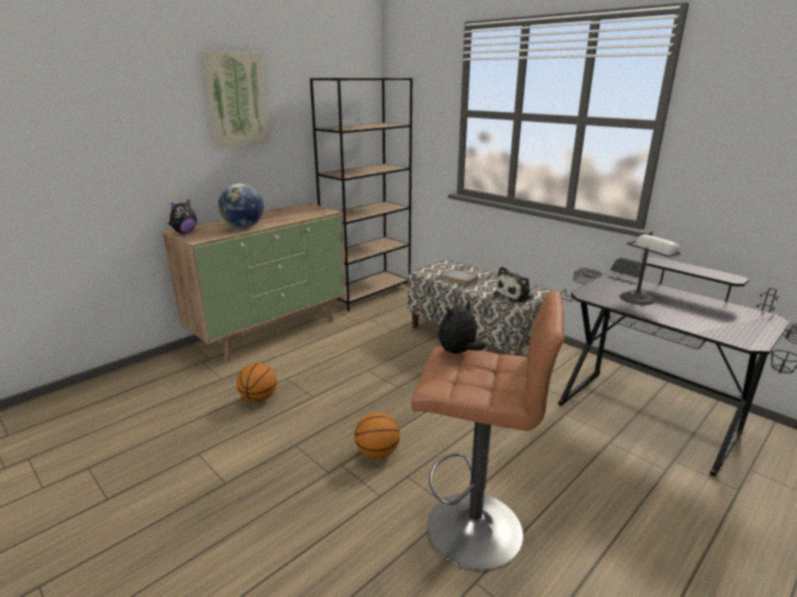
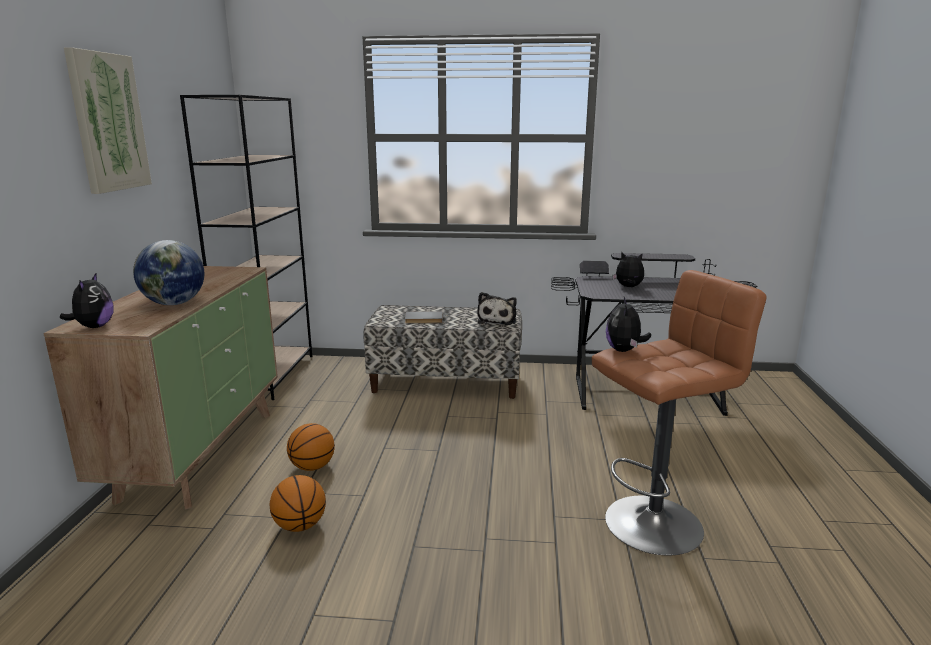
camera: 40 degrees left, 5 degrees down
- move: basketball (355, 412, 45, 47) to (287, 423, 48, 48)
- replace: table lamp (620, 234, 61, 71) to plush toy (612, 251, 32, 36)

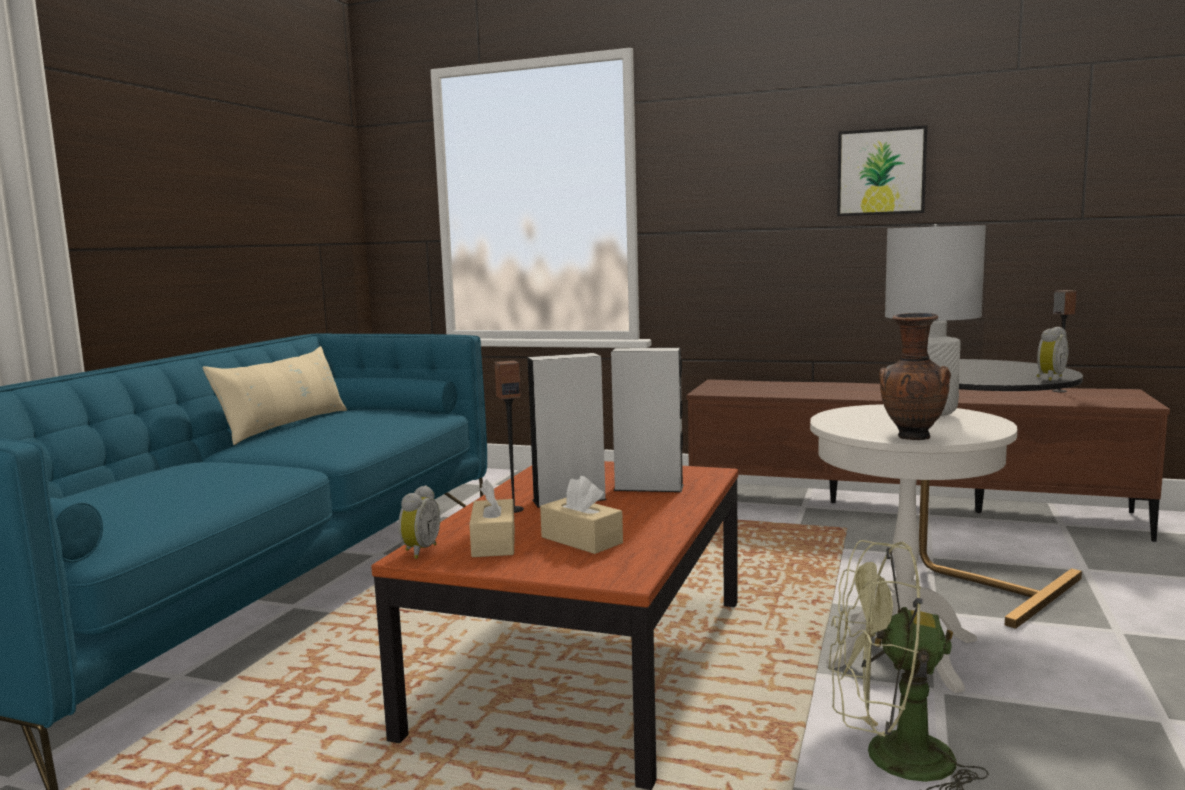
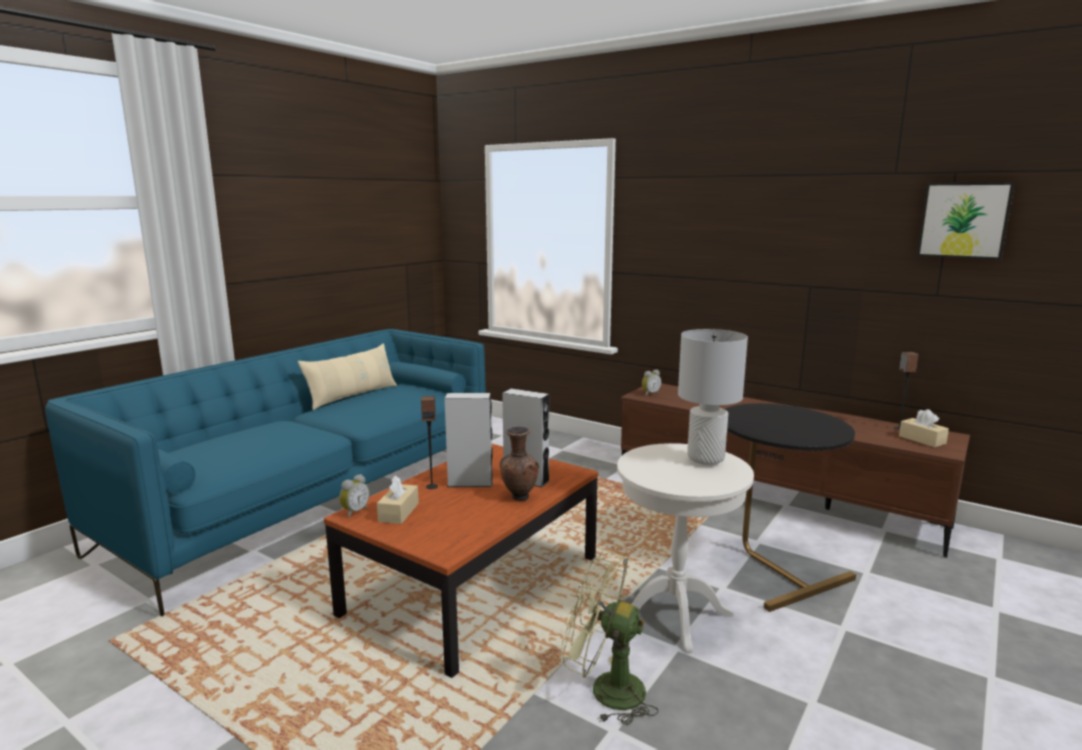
camera: 15 degrees right, 5 degrees up
- move: brown vase (879, 313, 72, 127) to (500, 426, 39, 75)
- move: alarm clock (1037, 327, 32, 54) to (642, 370, 20, 26)
- move: beige tissue box (540, 476, 83, 78) to (899, 409, 50, 38)
- move: picture (837, 125, 90, 91) to (917, 182, 98, 78)

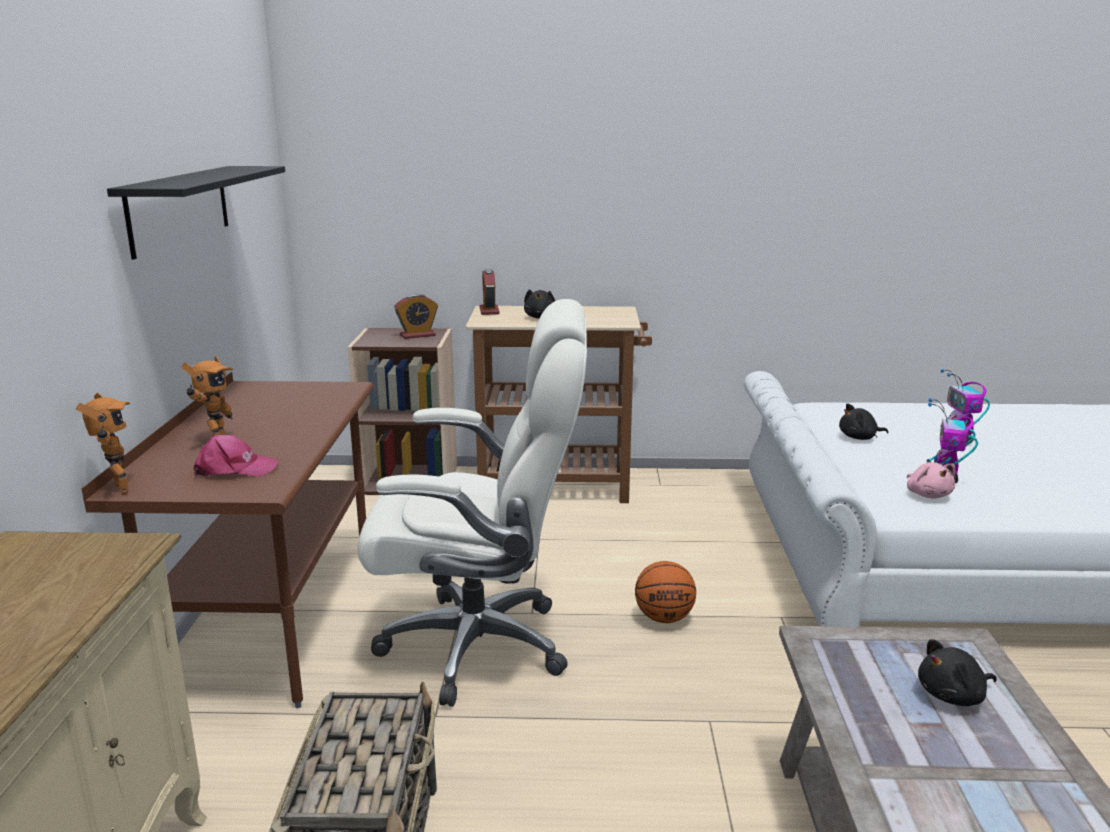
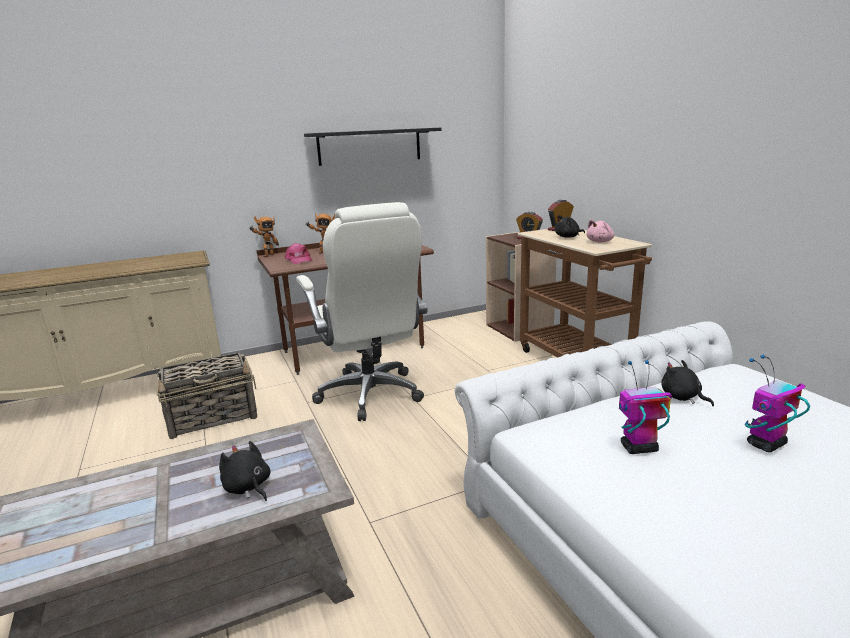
camera: 65 degrees right, 0 degrees up
- move: pink plush toy (907, 462, 48, 37) to (587, 219, 27, 23)
- delete: basketball (635, 561, 61, 62)

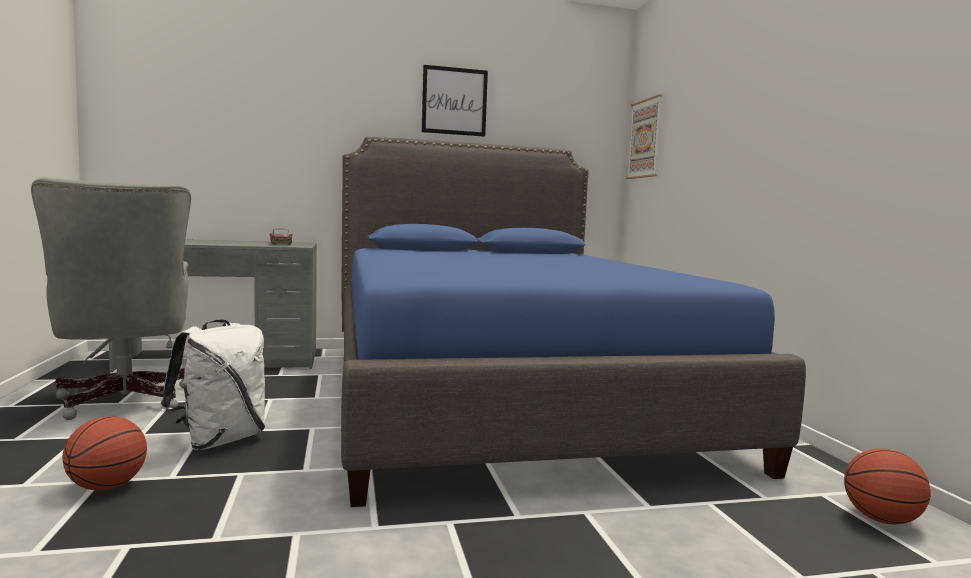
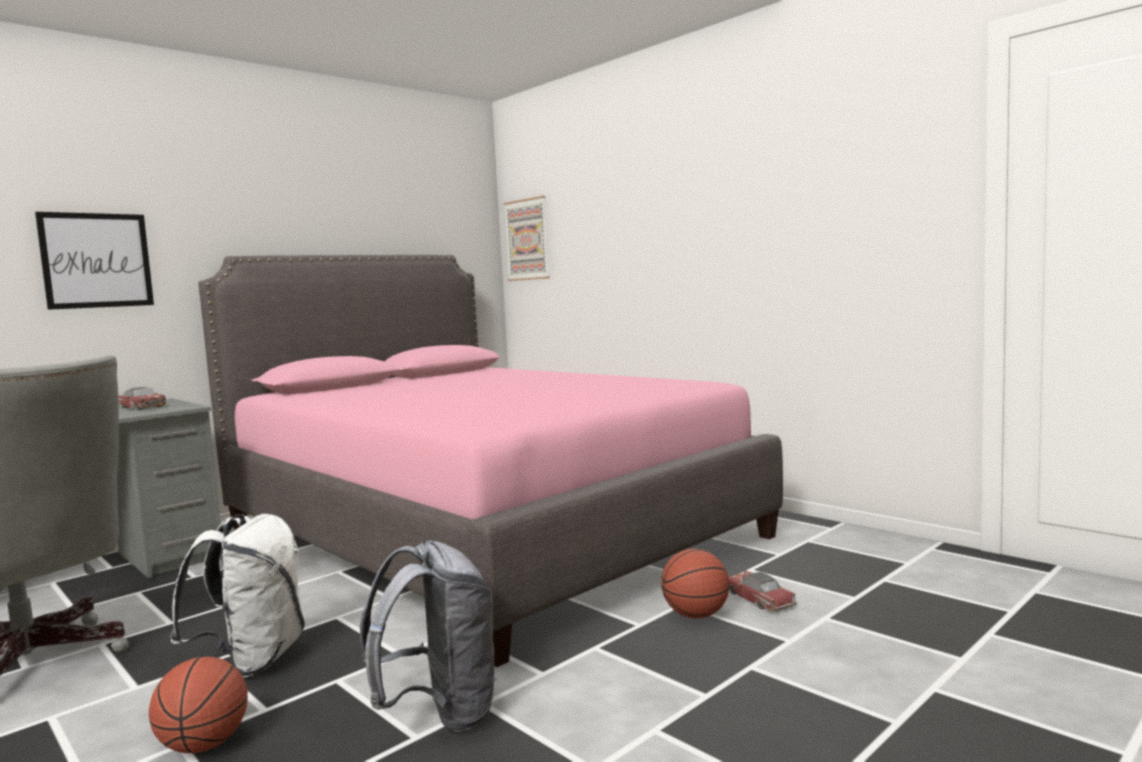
camera: 30 degrees left, 0 degrees up
- move: picture (422, 65, 66, 72) to (35, 212, 119, 98)
- recolor: blue bed (341, 137, 465, 370) to pink bed (198, 255, 585, 412)
- insert: grey backpack (360, 541, 138, 191)
- move: basketball (844, 448, 87, 76) to (661, 549, 68, 70)
- insert: toy car (728, 570, 69, 42)

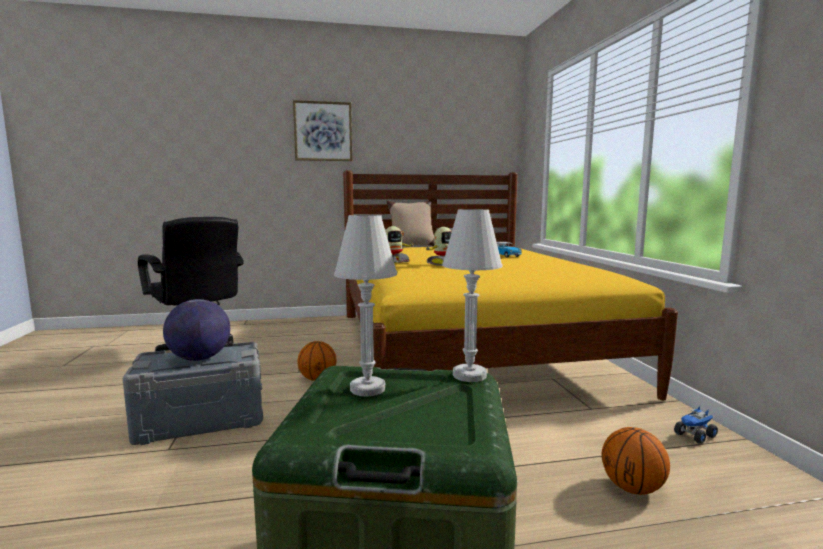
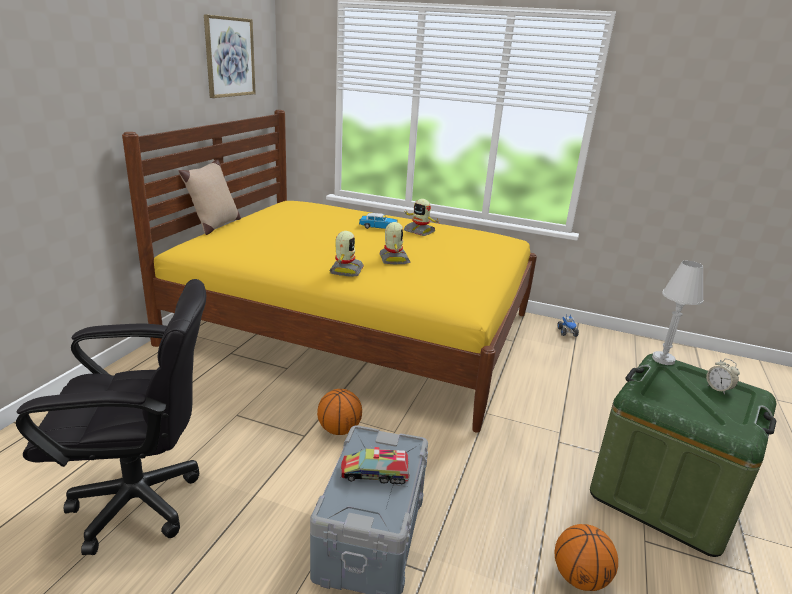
camera: 60 degrees left, 15 degrees up
- move: picture (293, 100, 59, 61) to (204, 14, 52, 84)
- replace: globe (163, 299, 67, 62) to toy truck (340, 447, 70, 38)
- insert: toy robot (404, 199, 37, 37)
- move: basketball (602, 427, 68, 68) to (554, 524, 64, 67)
- insert: alarm clock (706, 358, 34, 37)
- delete: white table lamp (334, 215, 63, 181)

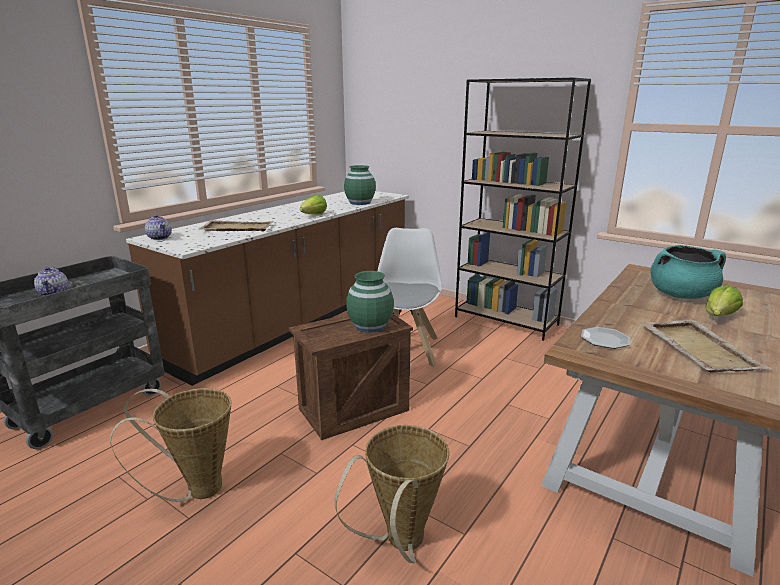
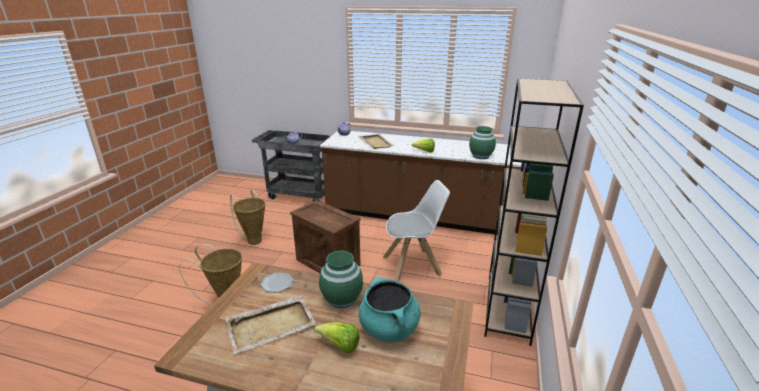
camera: 70 degrees right, 5 degrees up
- move: green vase (346, 271, 48, 62) to (319, 251, 44, 57)

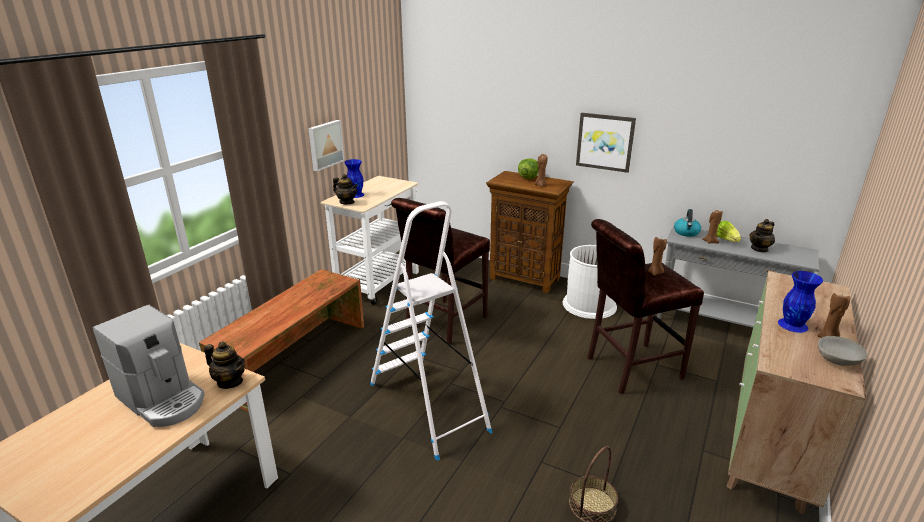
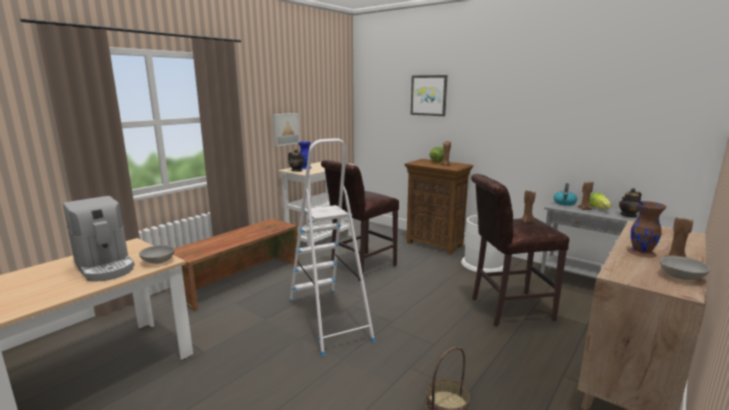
camera: 10 degrees right, 10 degrees down
- replace: teapot (204, 342, 41, 47) to grey bowl (139, 245, 36, 19)
- move: picture (576, 113, 60, 60) to (411, 75, 36, 41)
- recolor: blue vase (778, 271, 45, 62) to brown vase (627, 201, 40, 57)

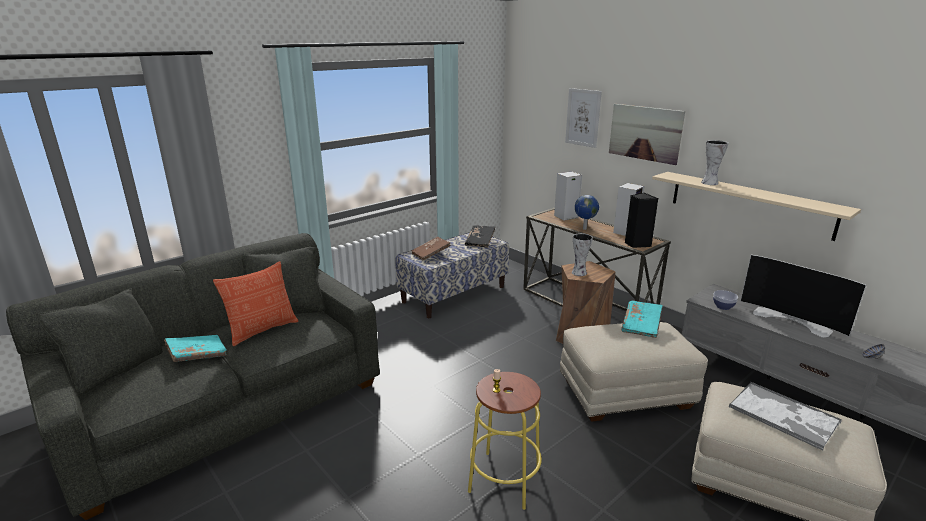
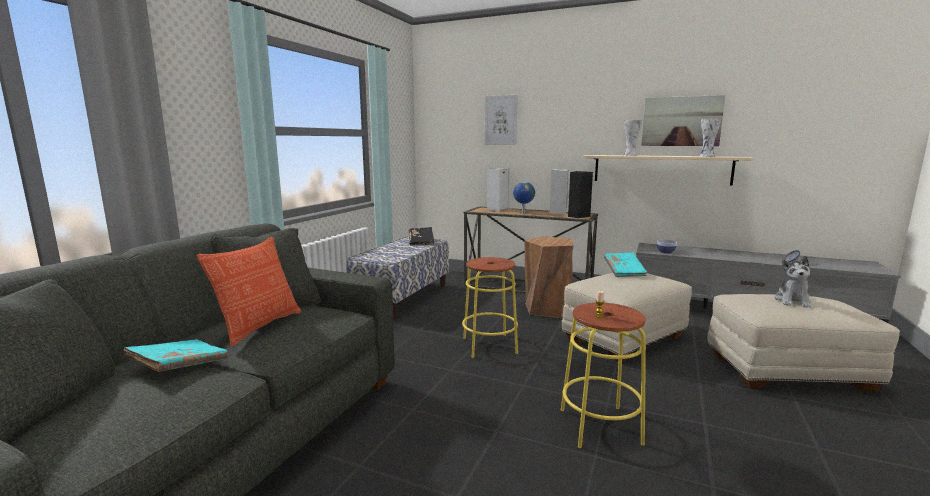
camera: 25 degrees left, 10 degrees down
- insert: yellow stool (462, 257, 56, 101)
- move: picture (609, 104, 76, 61) to (641, 95, 84, 51)
- move: vase (572, 233, 21, 43) to (700, 119, 21, 38)
- replace: tray (729, 381, 113, 70) to plush toy (775, 256, 36, 52)
- delete: brown book (412, 237, 39, 24)
- delete: television (740, 255, 126, 83)

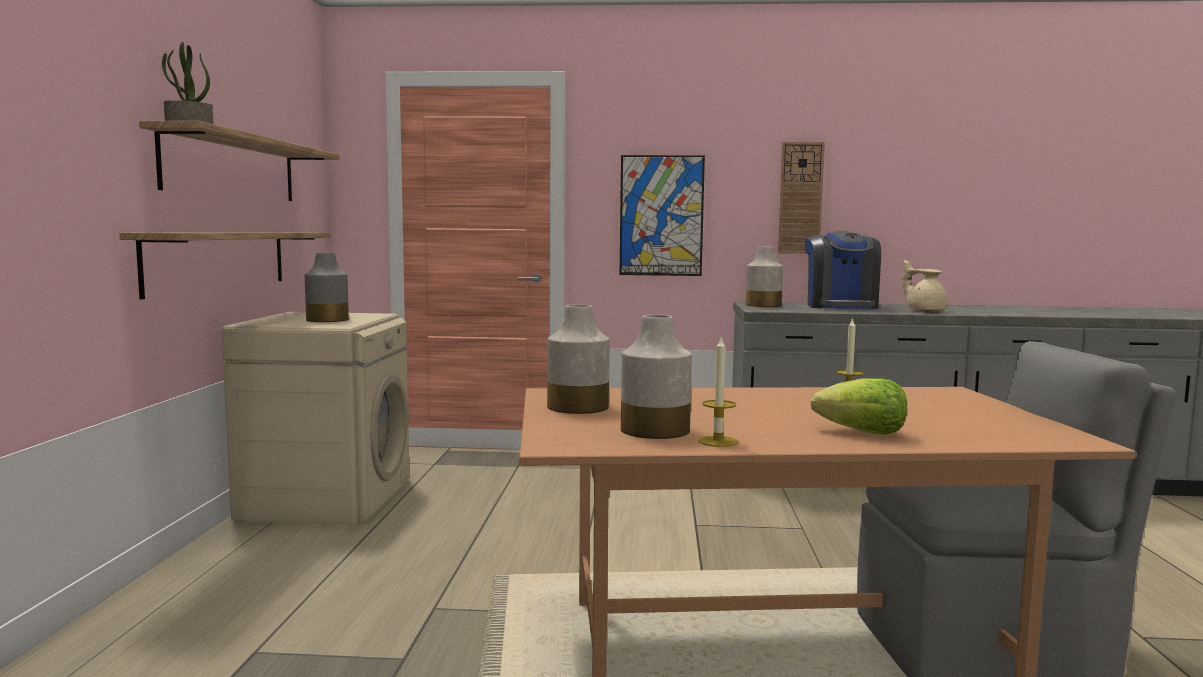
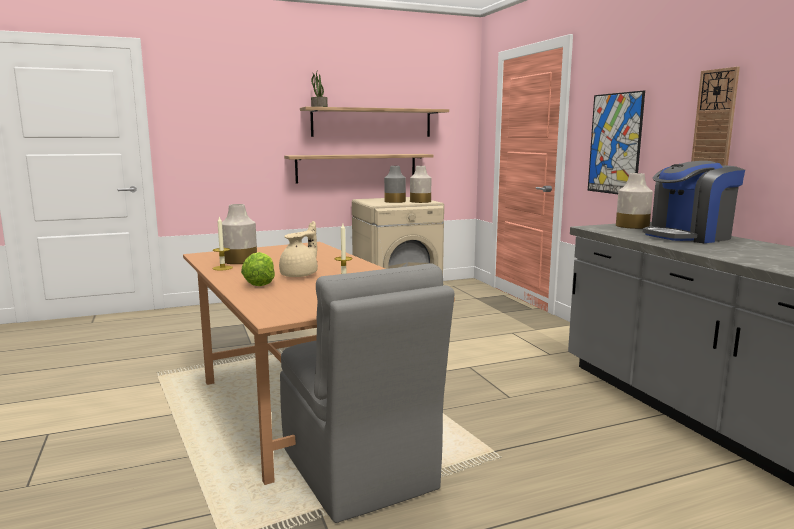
camera: 65 degrees right, 5 degrees up
- move: beige teapot (902, 260, 46, 52) to (279, 221, 39, 56)
- move: beige vase (547, 304, 62, 110) to (410, 166, 21, 37)

